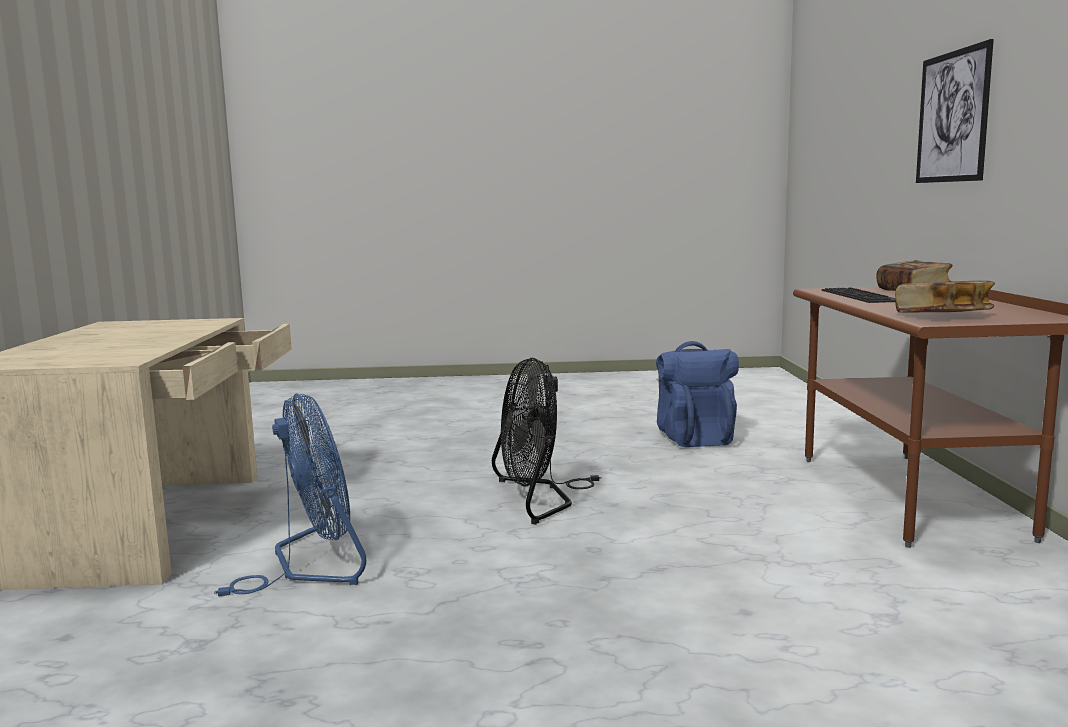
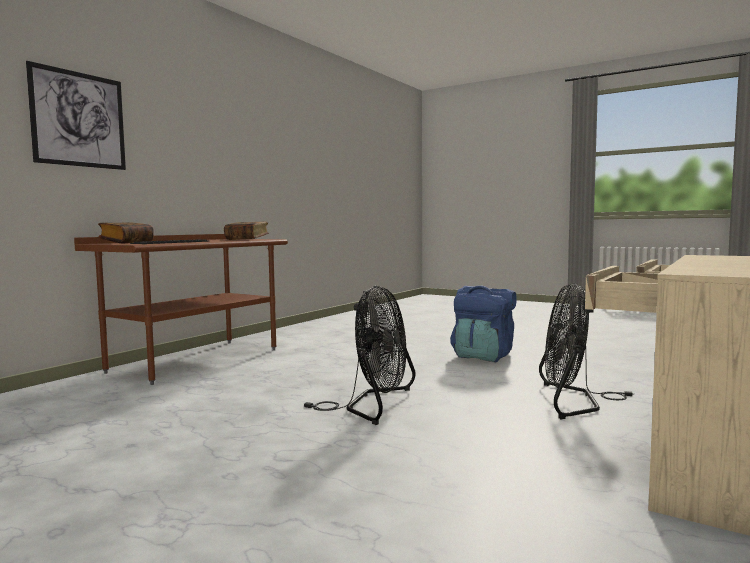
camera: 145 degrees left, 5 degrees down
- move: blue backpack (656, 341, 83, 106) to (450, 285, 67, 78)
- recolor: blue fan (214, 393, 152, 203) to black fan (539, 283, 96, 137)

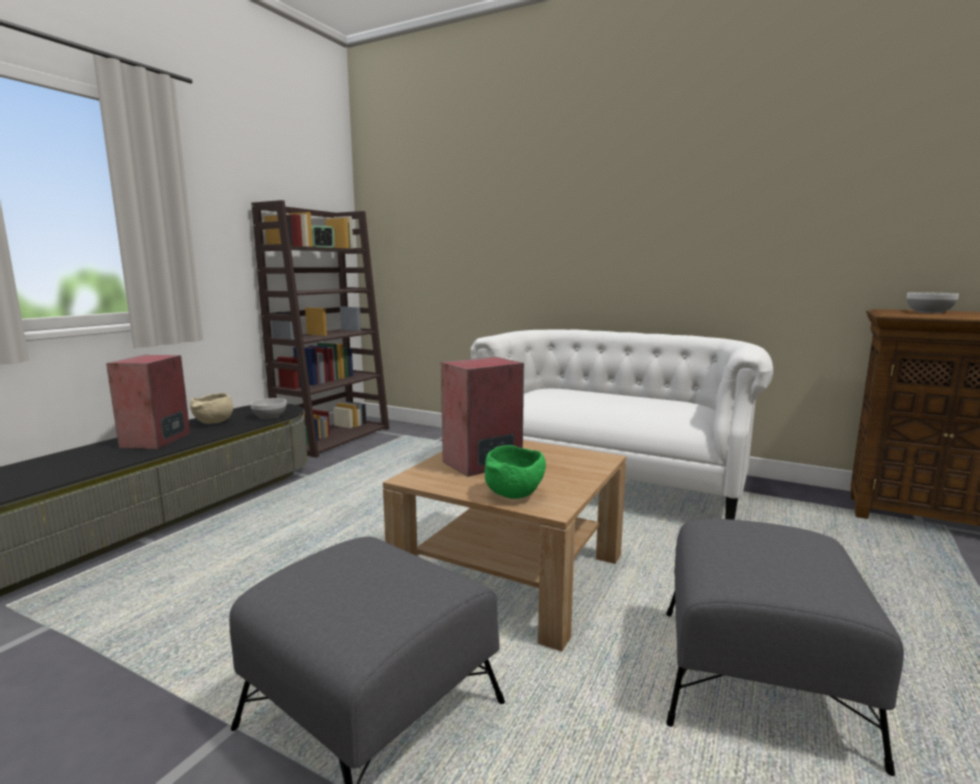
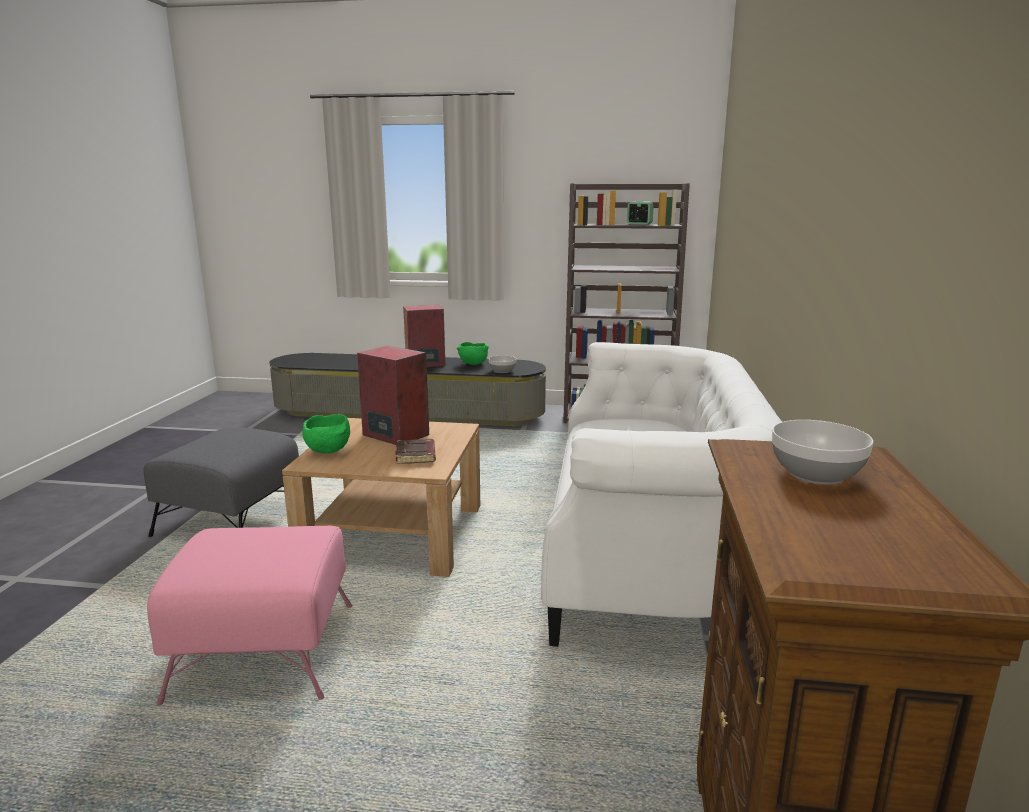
camera: 70 degrees right, 5 degrees up
- recolor: grey ottoman (666, 519, 238, 257) to pink ottoman (147, 526, 205, 180)
- insert: brown book (395, 439, 41, 25)
- recolor: beige bowl (190, 393, 43, 31) to green bowl (457, 342, 32, 23)

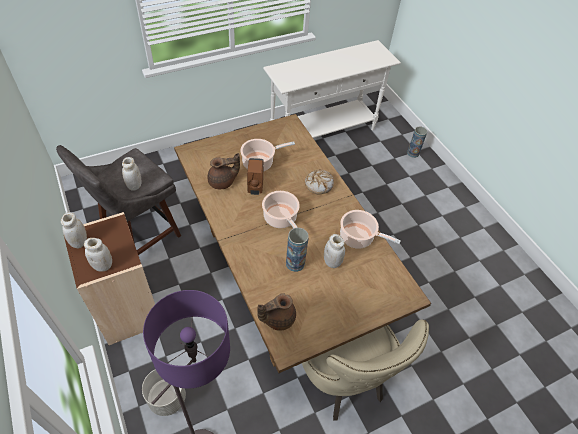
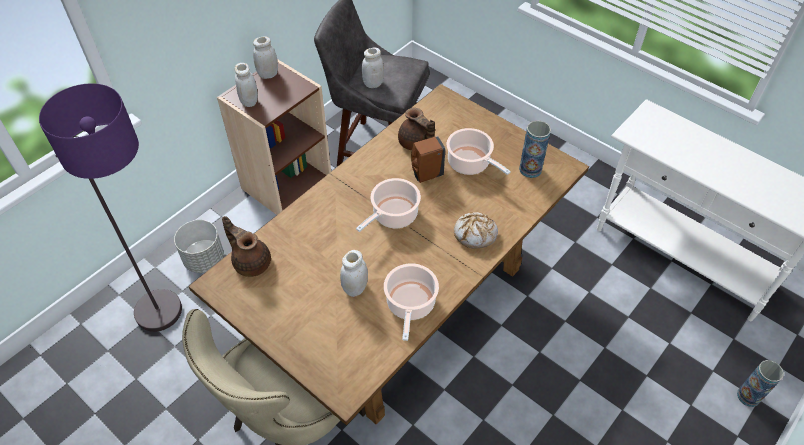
camera: 70 degrees right, 0 degrees up
- move: vase (286, 228, 23, 44) to (519, 120, 32, 58)

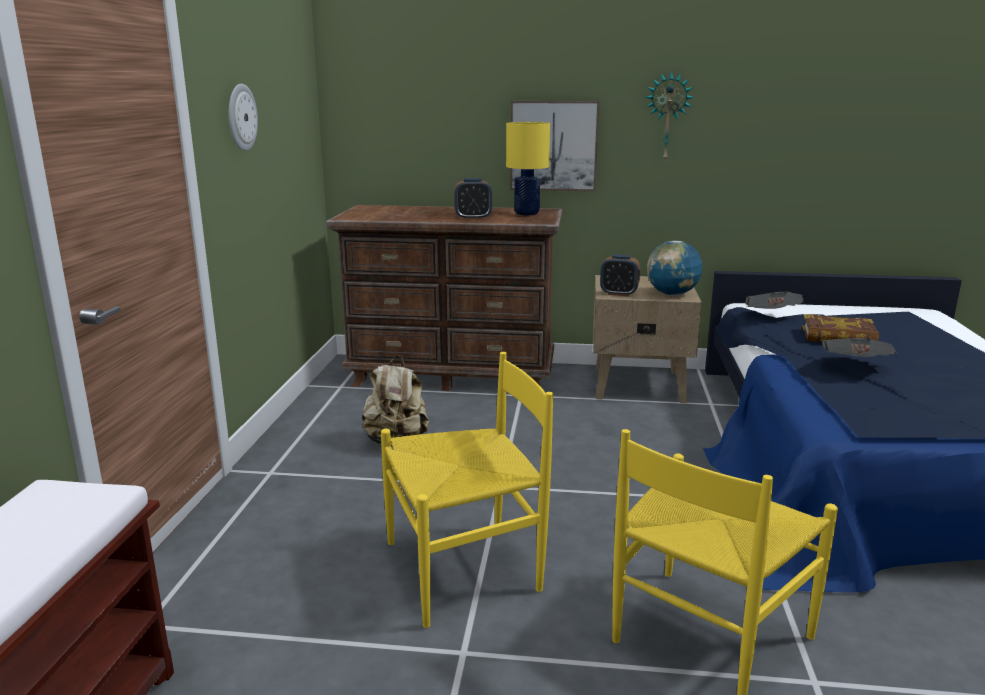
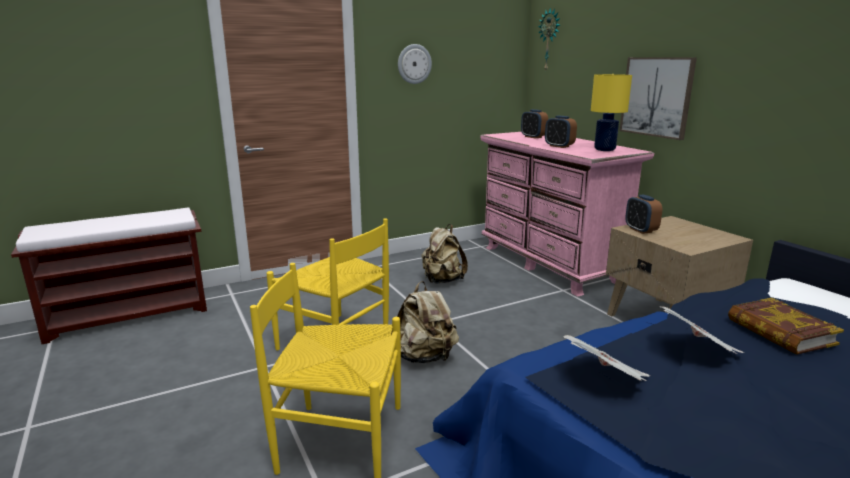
camera: 55 degrees right, 0 degrees up
- insert: beige backpack (391, 281, 68, 82)
- recolor: brown dresser (326, 205, 236, 186) to pink dresser (480, 132, 174, 165)
- insert: alarm clock (521, 109, 27, 30)
- move: wall clock (645, 71, 49, 89) to (538, 7, 22, 63)
- move: newspaper (745, 292, 58, 17) to (563, 335, 87, 46)
- delete: globe (647, 241, 55, 54)

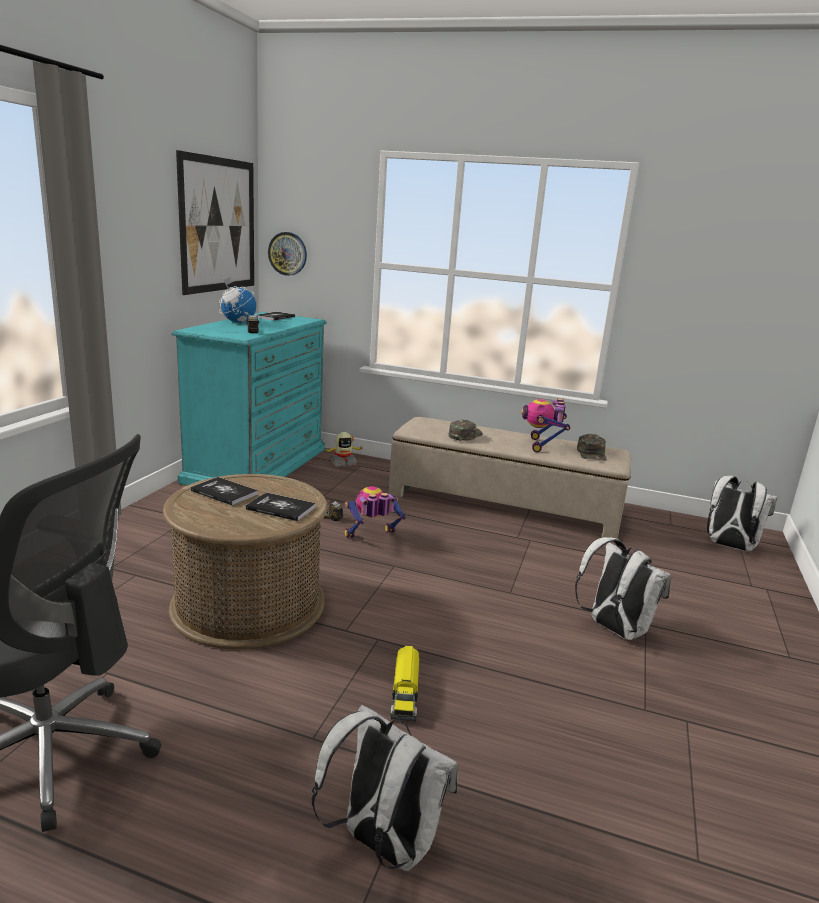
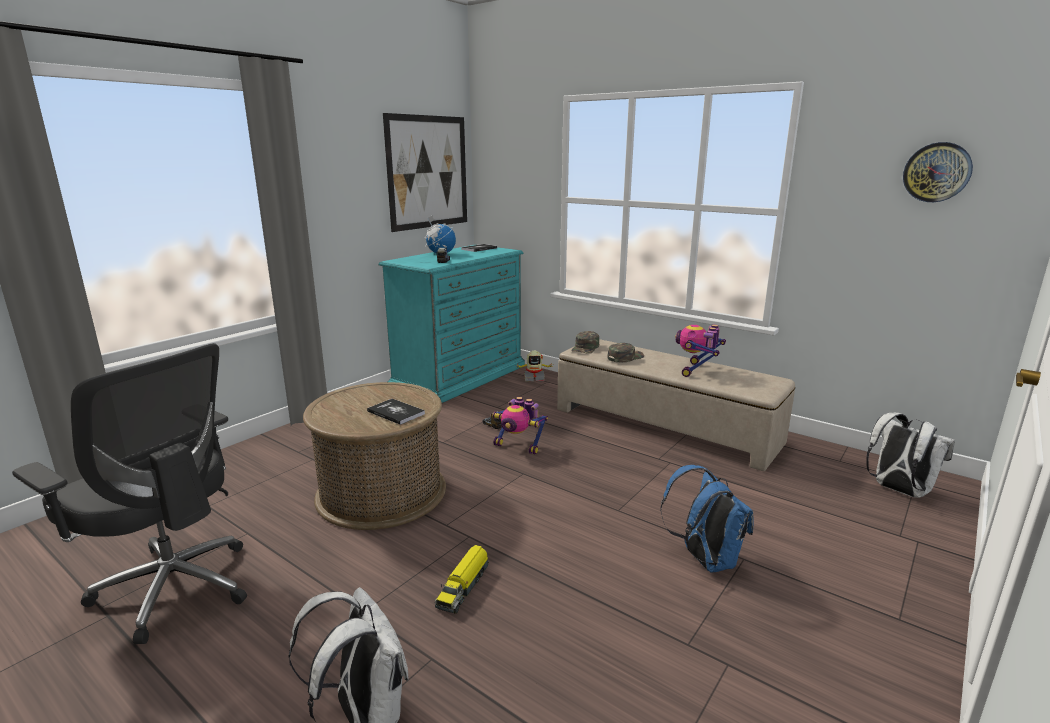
camera: 20 degrees right, 0 degrees up
- rotate: toy robot (344, 486, 62, 52) = (492, 397, 56, 58) 150 degrees counterclockwise
- move: green cap (577, 434, 30, 27) to (571, 331, 28, 23)
- recolor: white backpack (575, 537, 97, 103) to blue backpack (660, 465, 94, 108)
- move: wall clock (268, 232, 39, 44) to (903, 142, 70, 60)
- delete: book (191, 477, 67, 29)

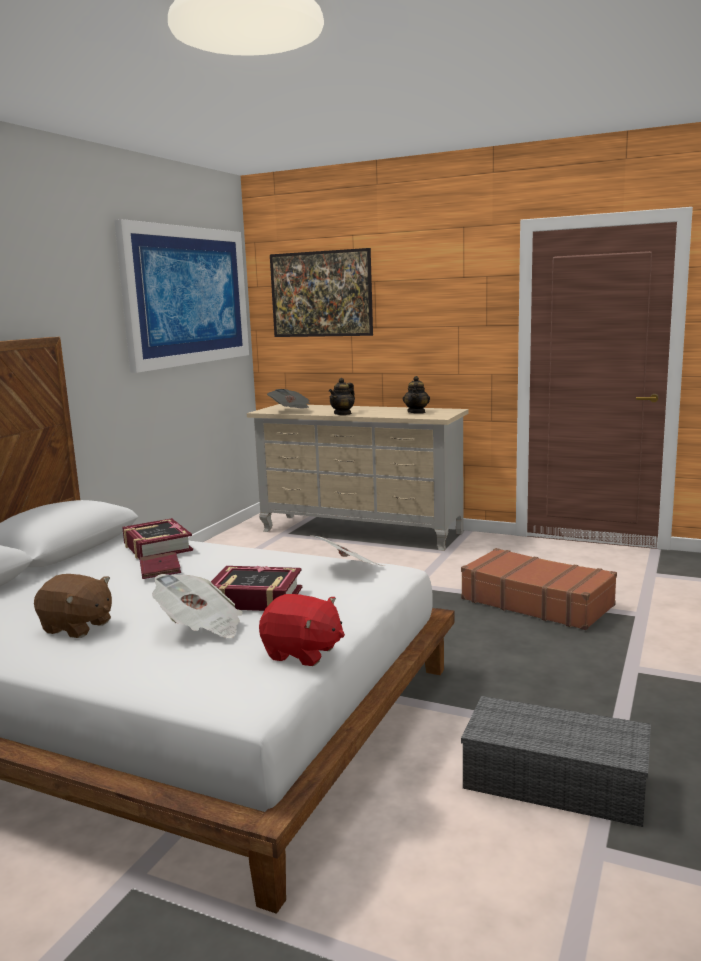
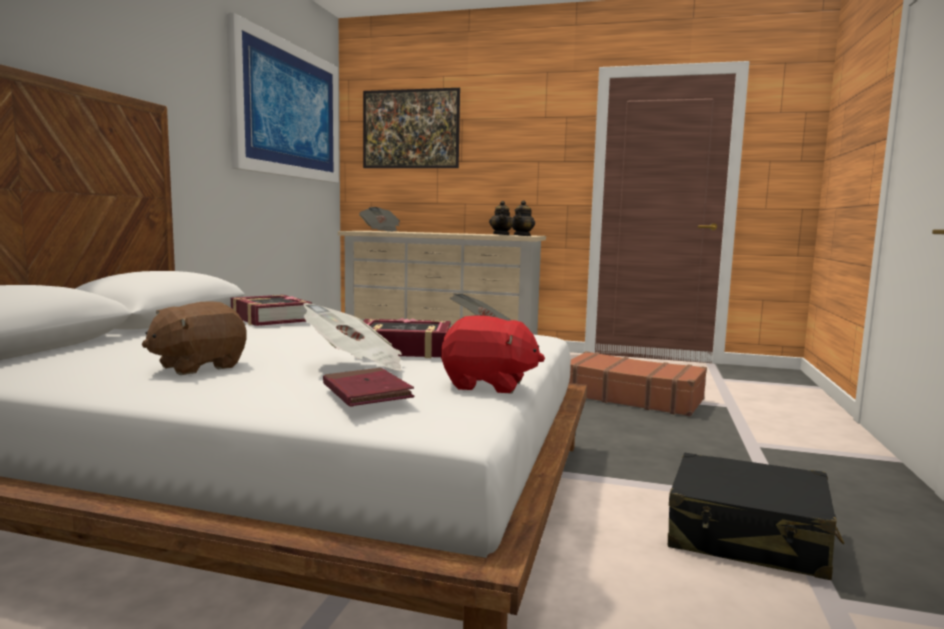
camera: 10 degrees left, 5 degrees down
- rotate: brown plush toy (34, 574, 78, 64) = (142, 301, 105, 74) 120 degrees clockwise
- move: red book (139, 552, 42, 27) to (323, 368, 92, 38)
- move: teapot (329, 378, 26, 37) to (510, 200, 25, 36)
- replace: grey storage box (461, 696, 190, 131) to black suitcase (668, 453, 176, 127)

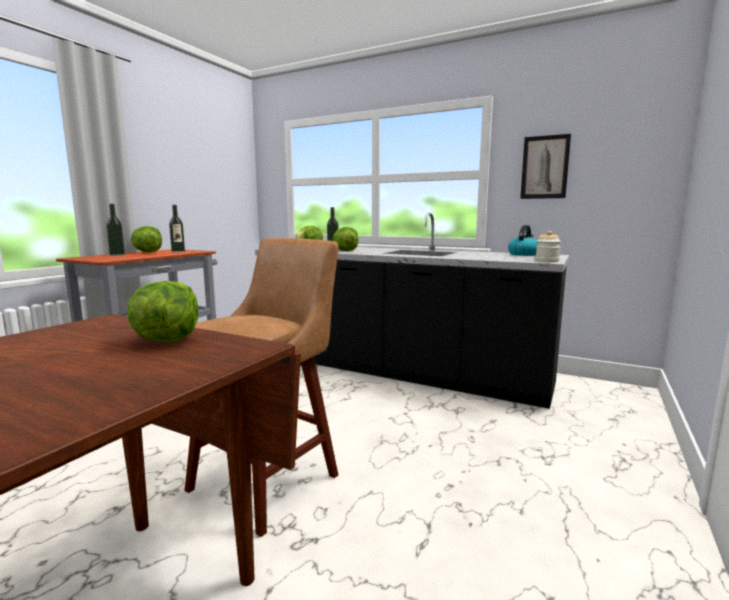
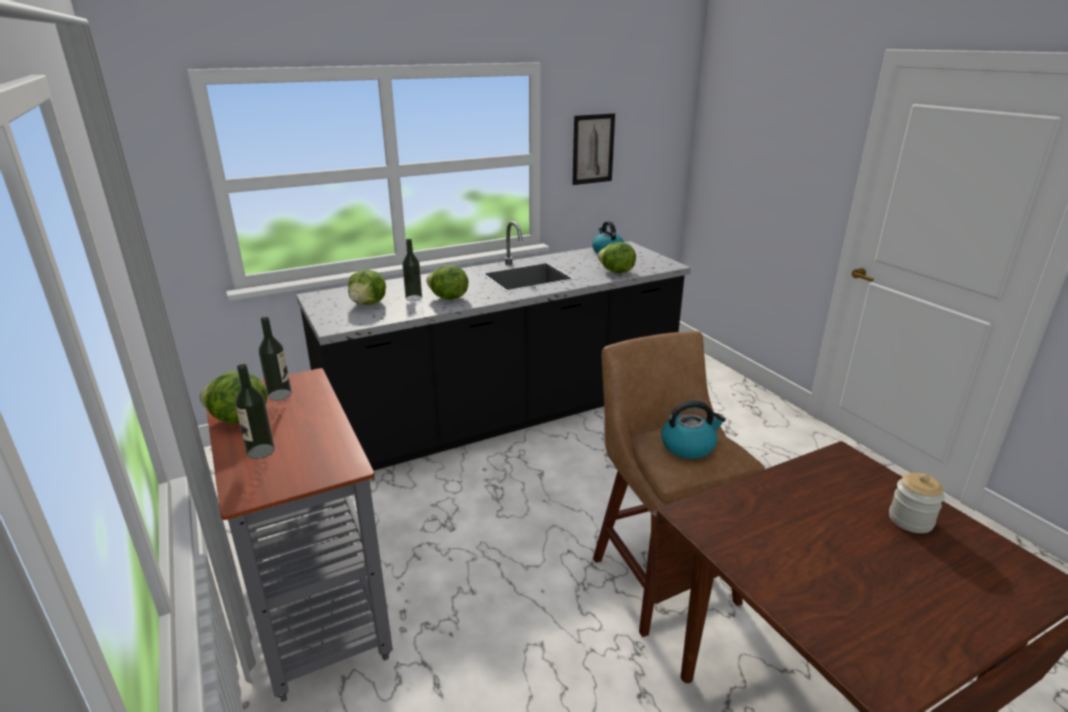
camera: 55 degrees left, 15 degrees up
- move: lettuce (127, 281, 71, 62) to (598, 242, 38, 31)
- insert: kettle (661, 400, 65, 59)
- move: jar (535, 231, 26, 31) to (889, 473, 56, 60)

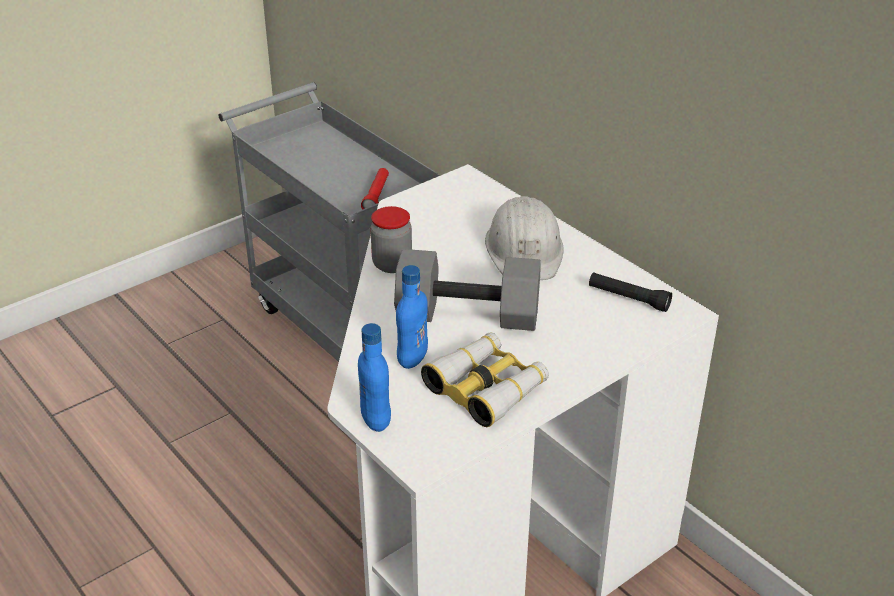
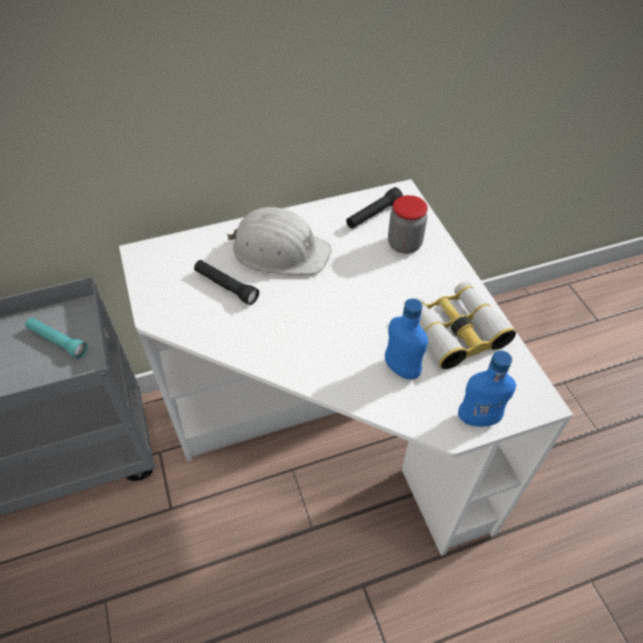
camera: 70 degrees left, 15 degrees up
- recolor: red flashlight (361, 168, 28, 42) to turquoise flashlight (25, 317, 63, 41)
- insert: black flashlight (194, 260, 65, 45)
- move: jar (370, 206, 42, 67) to (388, 195, 40, 59)
- delete: grey dumbbell (394, 249, 147, 82)

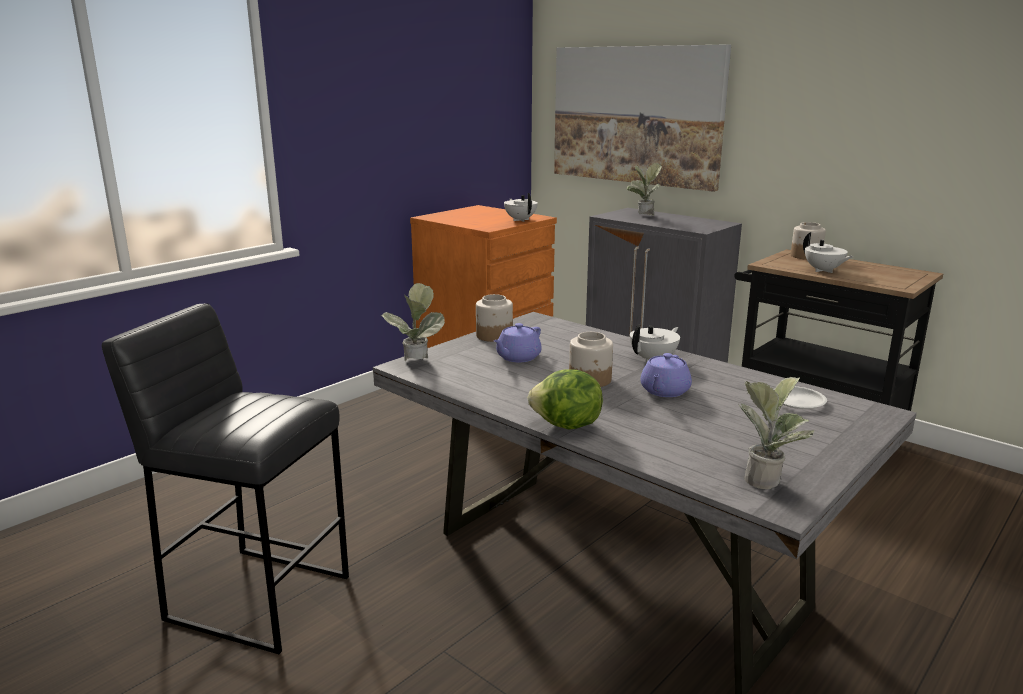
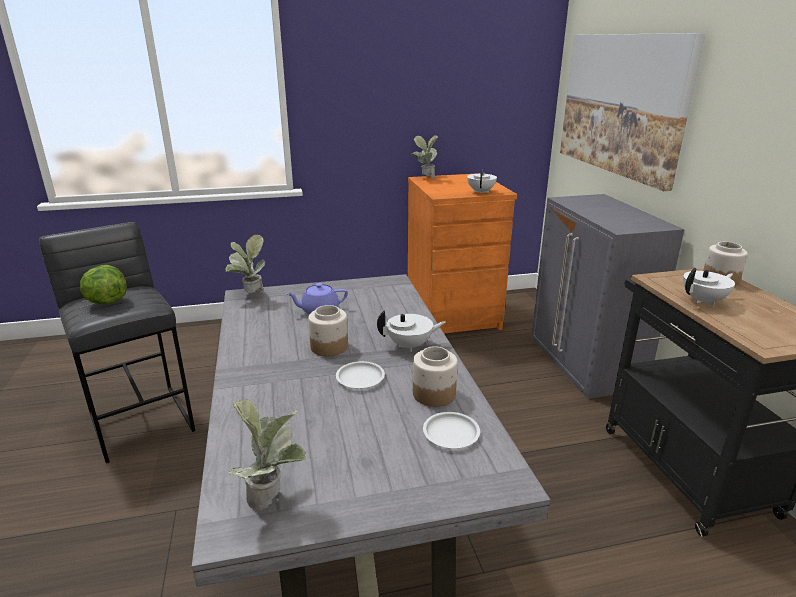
camera: 35 degrees right, 5 degrees up
- move: lettuce (528, 369, 75, 61) to (80, 265, 47, 39)
- replace: purple teapot (640, 353, 52, 44) to white plate (336, 361, 49, 27)
- move: potted plant (627, 163, 35, 53) to (411, 135, 27, 44)
- move: jar (476, 294, 37, 48) to (413, 346, 45, 61)
- rotate: white teapot (803, 232, 50, 41) = (683, 268, 52, 38) 120 degrees counterclockwise

